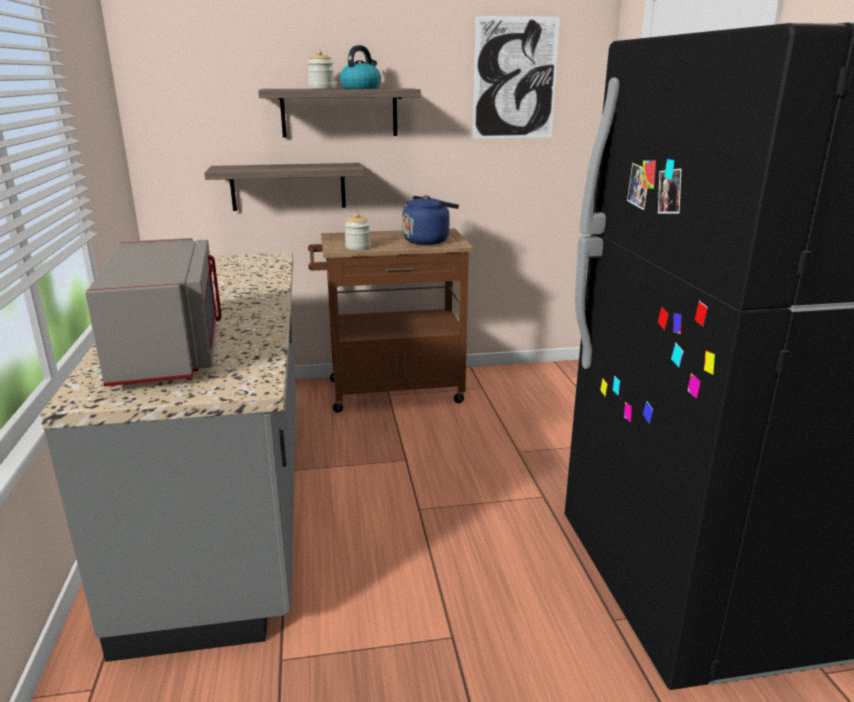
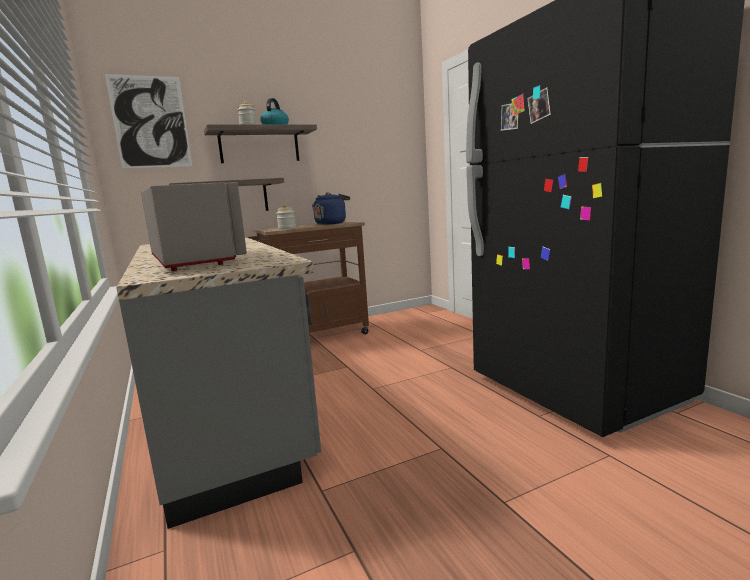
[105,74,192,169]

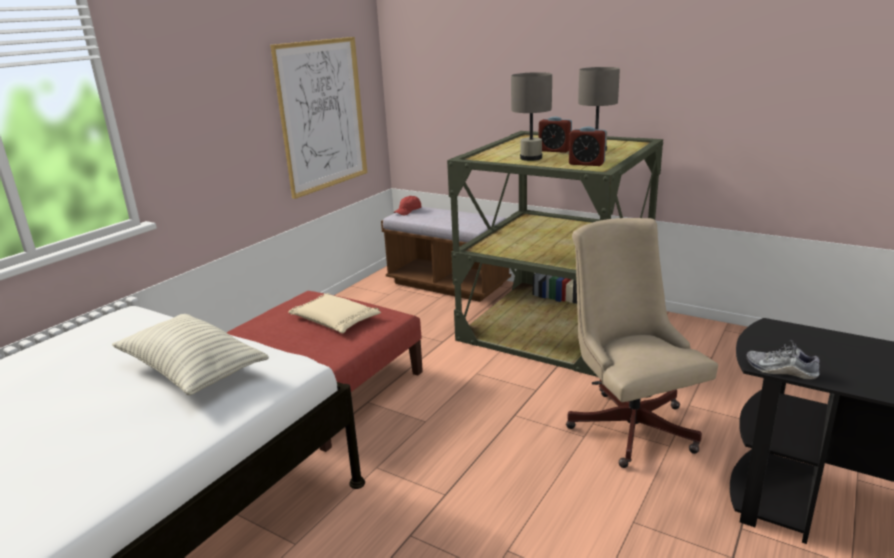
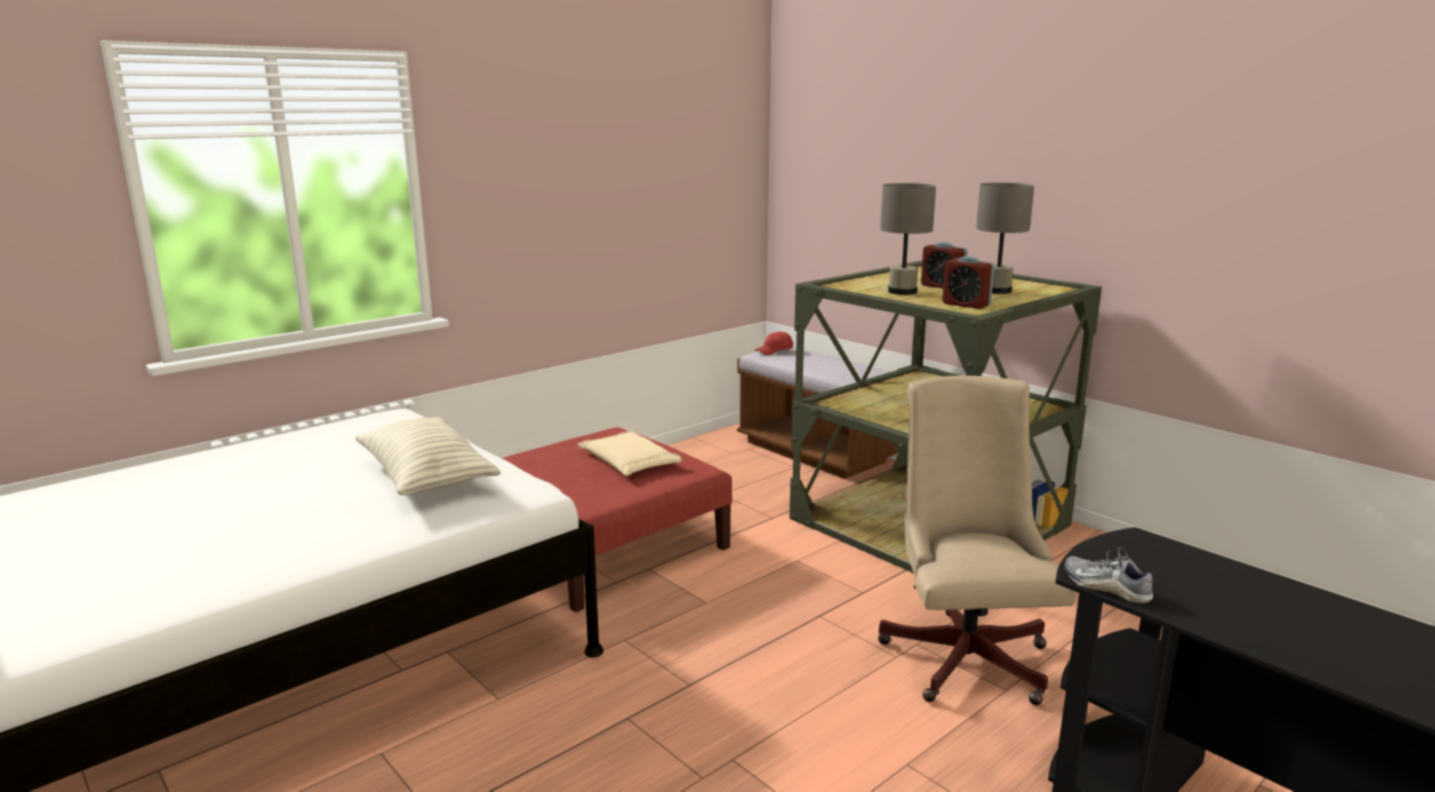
[270,37,367,199] (first image)

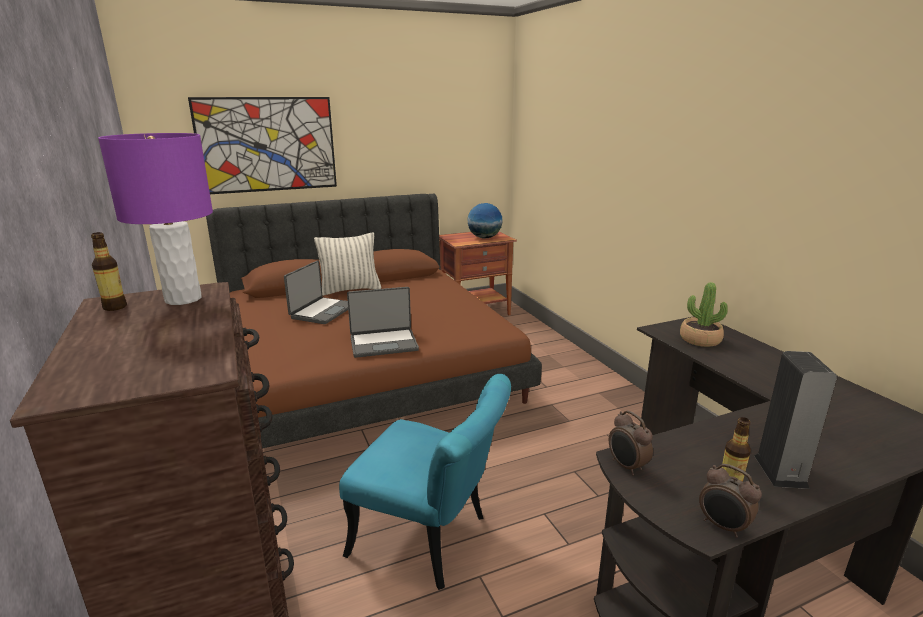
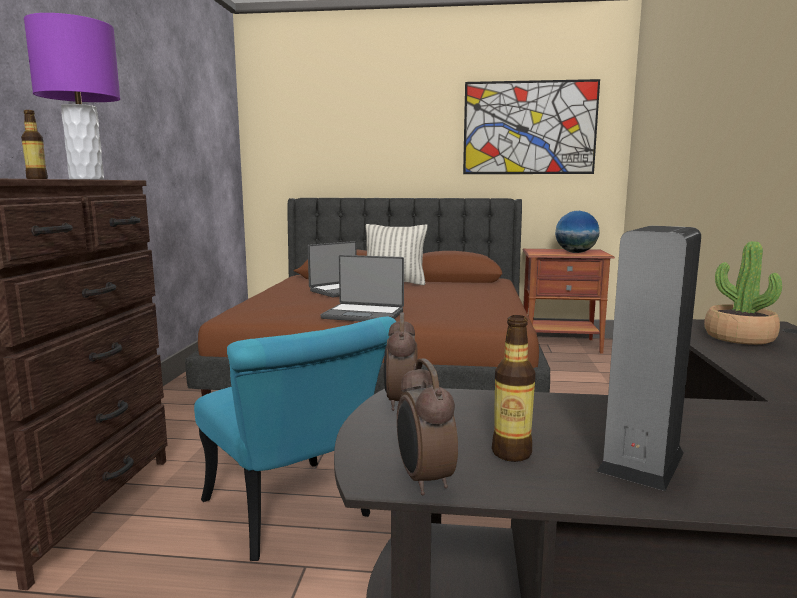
[463,79,600,174]

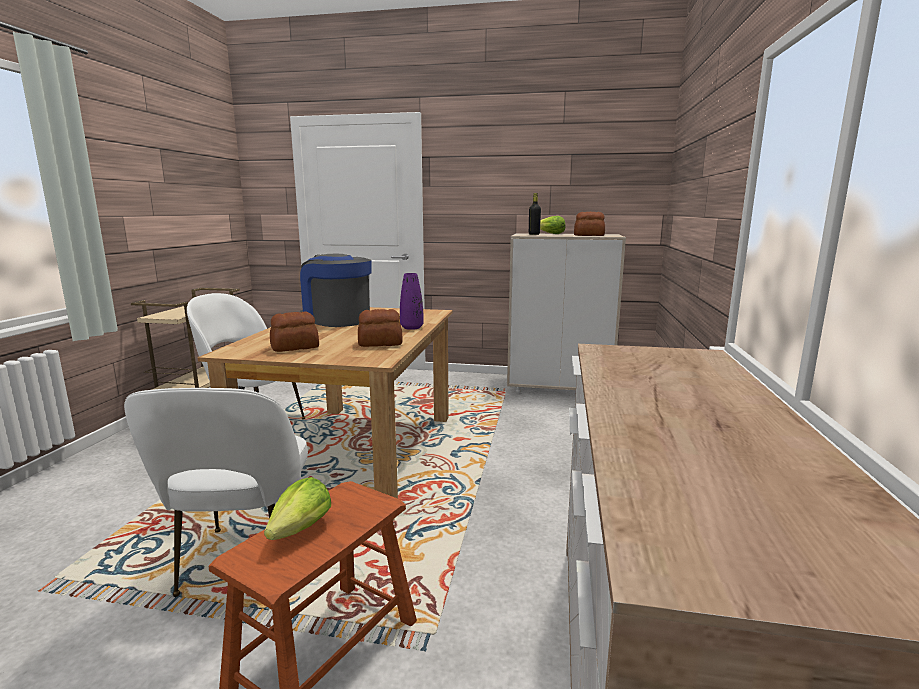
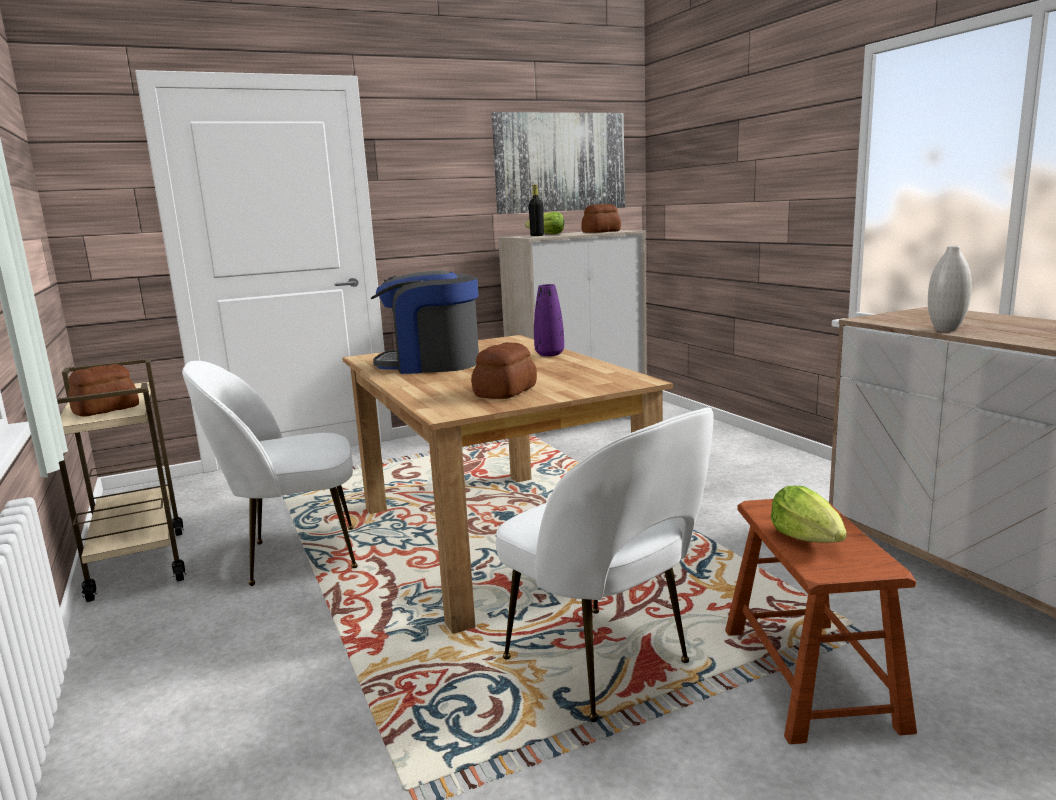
[68,364,139,417]
[491,112,625,214]
[928,246,972,332]

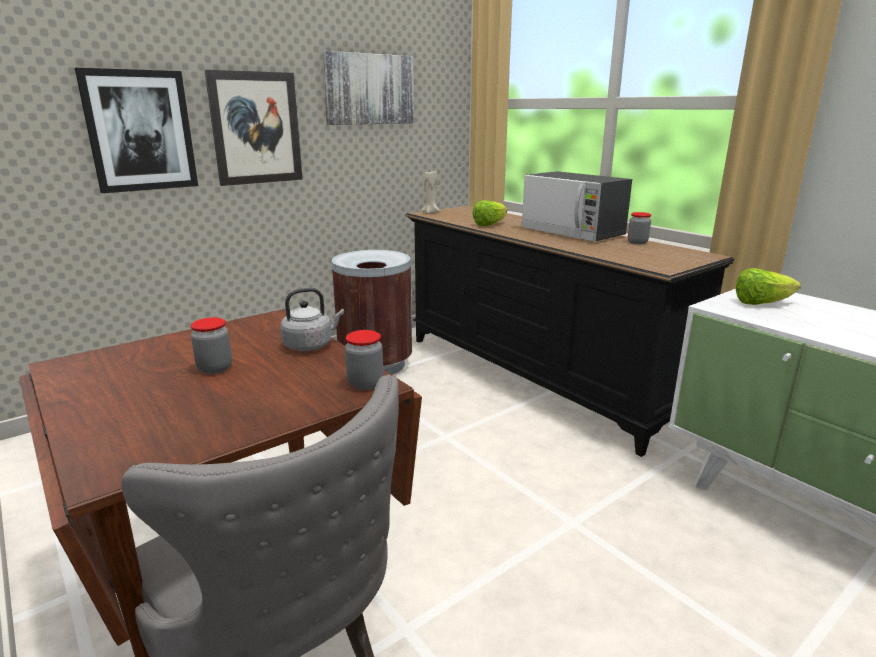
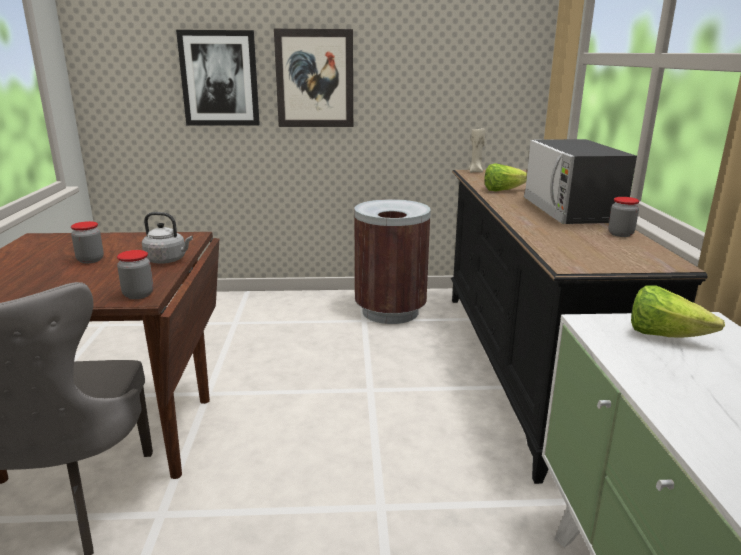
[322,51,414,125] (first image)

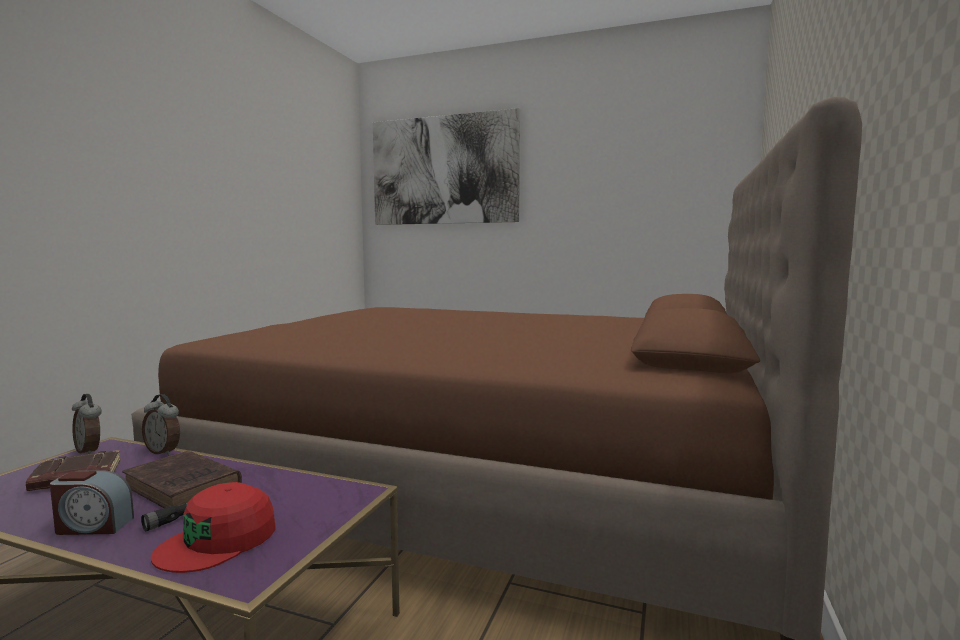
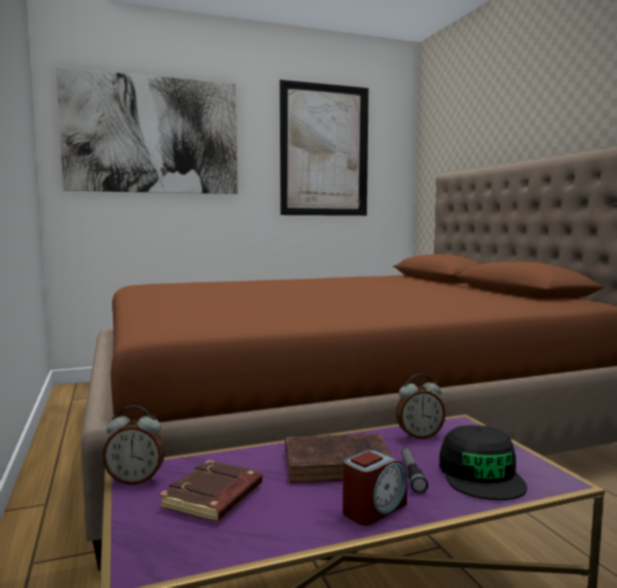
[396,374,446,439]
[439,425,527,500]
[280,80,369,216]

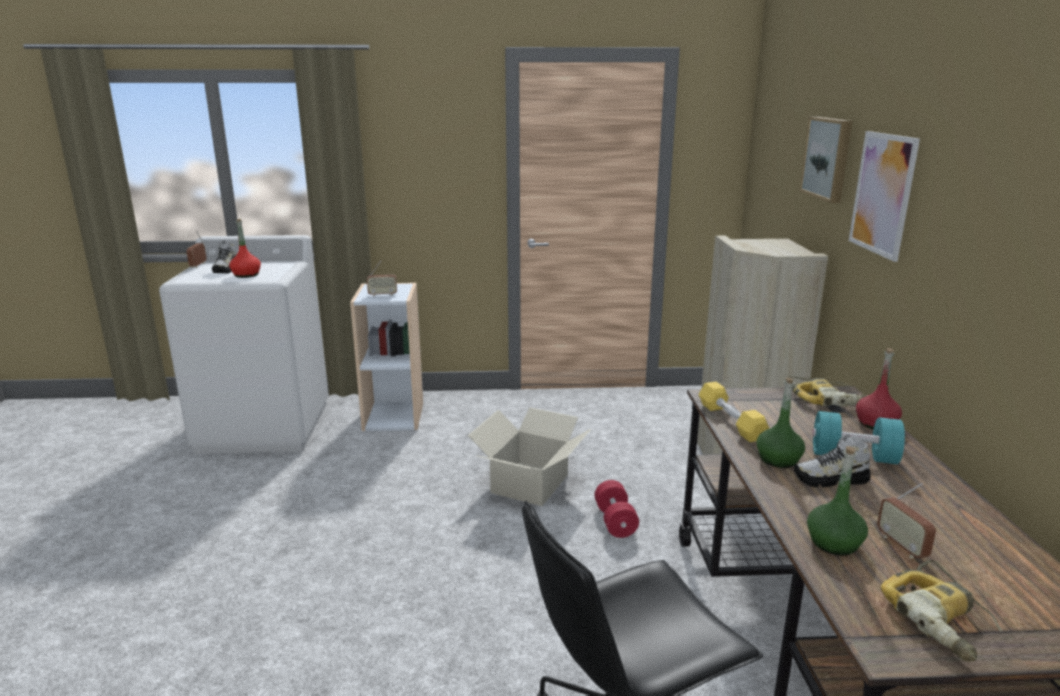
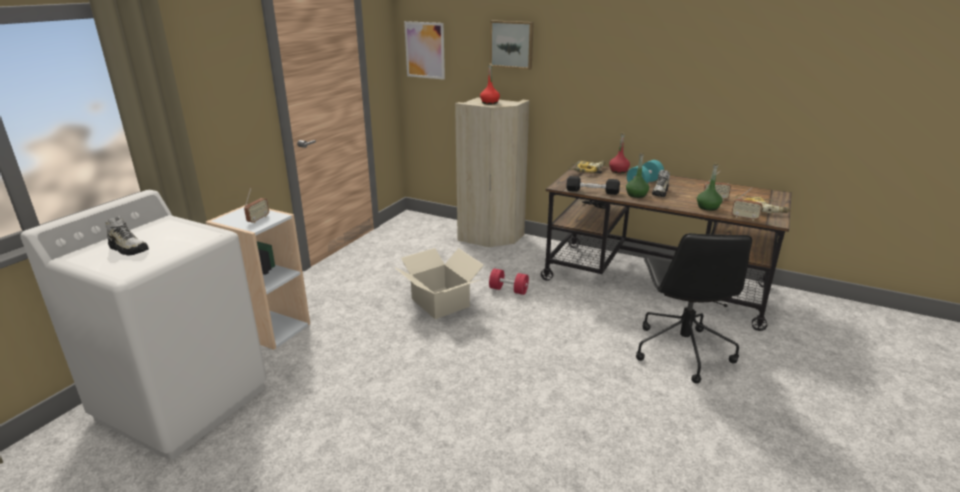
[731,188,762,221]
[480,64,500,104]
[566,176,620,195]
[404,21,445,80]

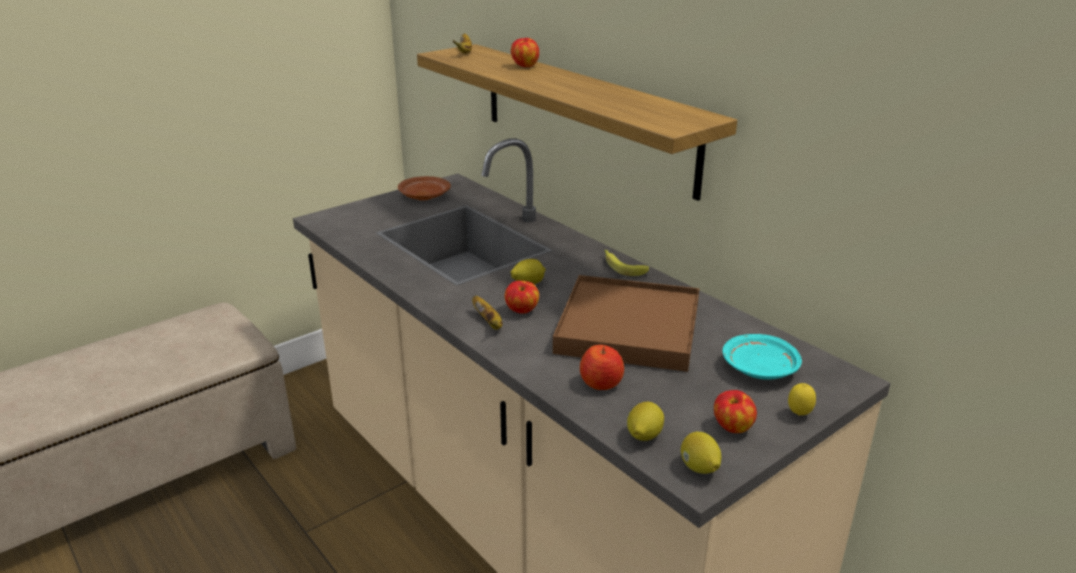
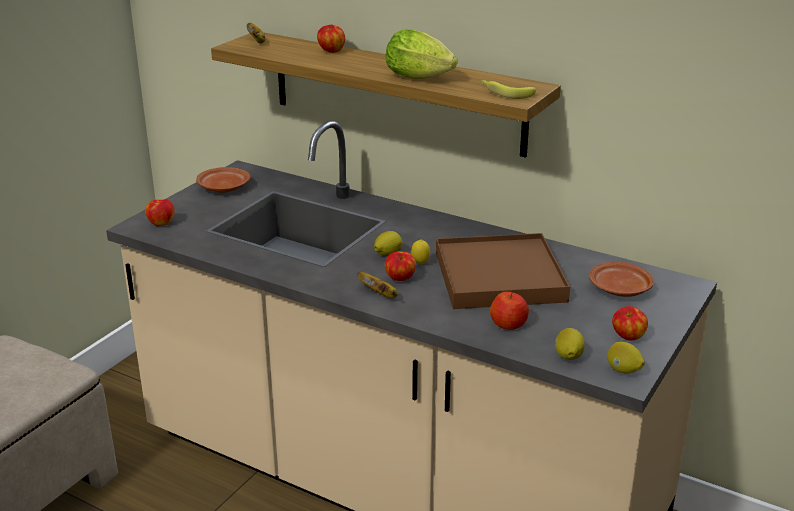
[481,80,536,99]
[589,261,654,297]
[411,240,430,265]
[145,199,175,226]
[386,30,458,79]

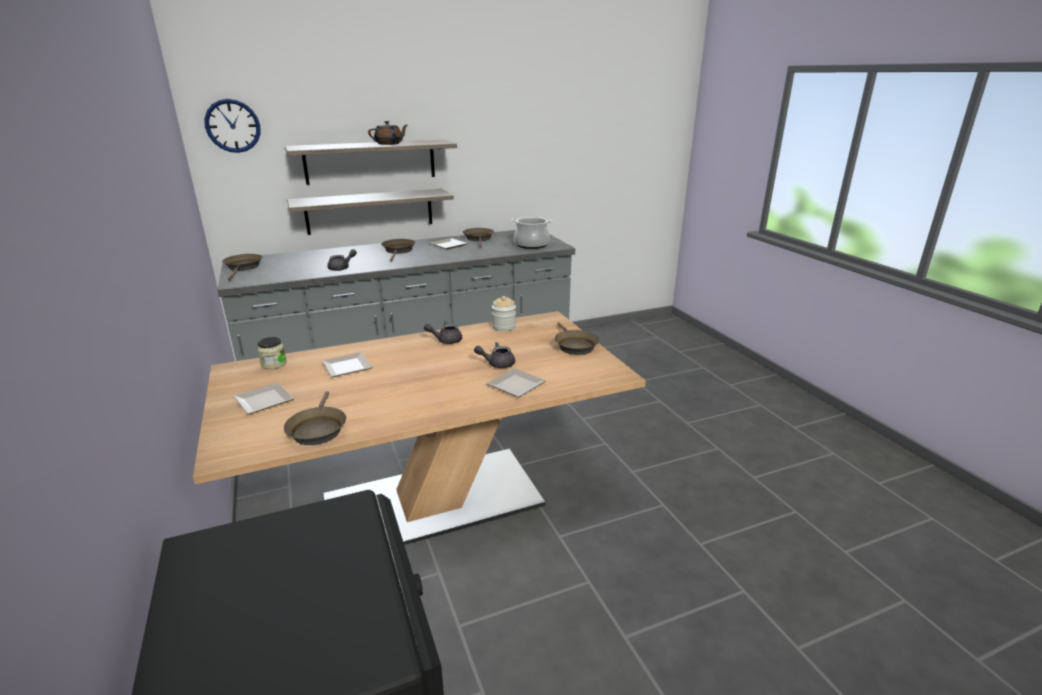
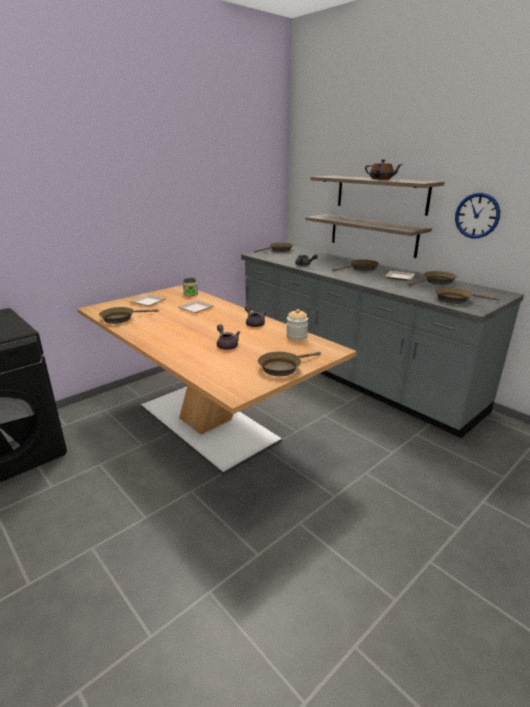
[455,193,500,238]
[486,368,546,397] (first image)
[435,287,500,304]

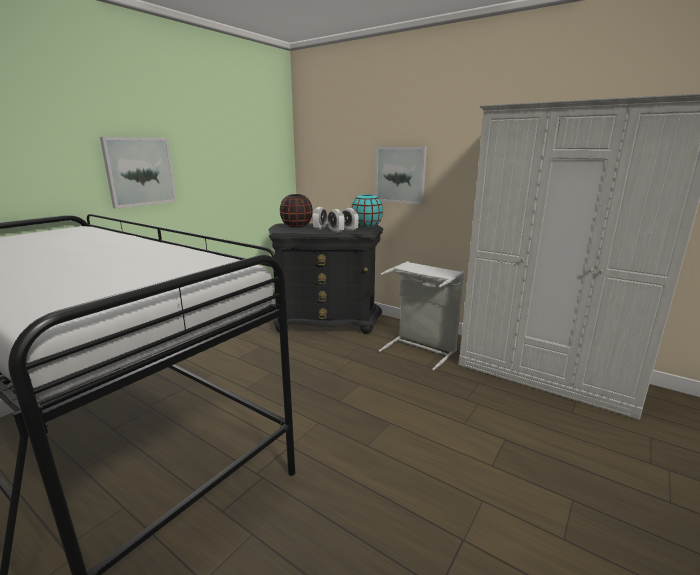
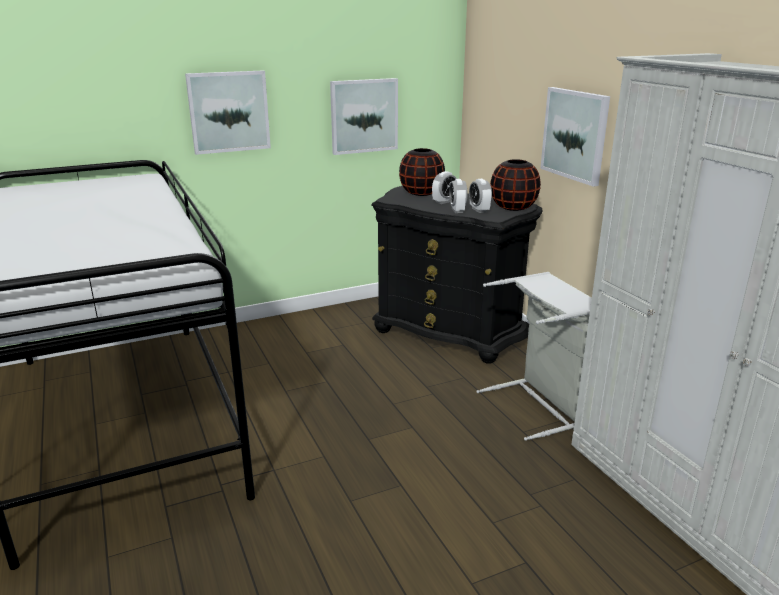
[490,159,541,211]
[330,78,398,155]

